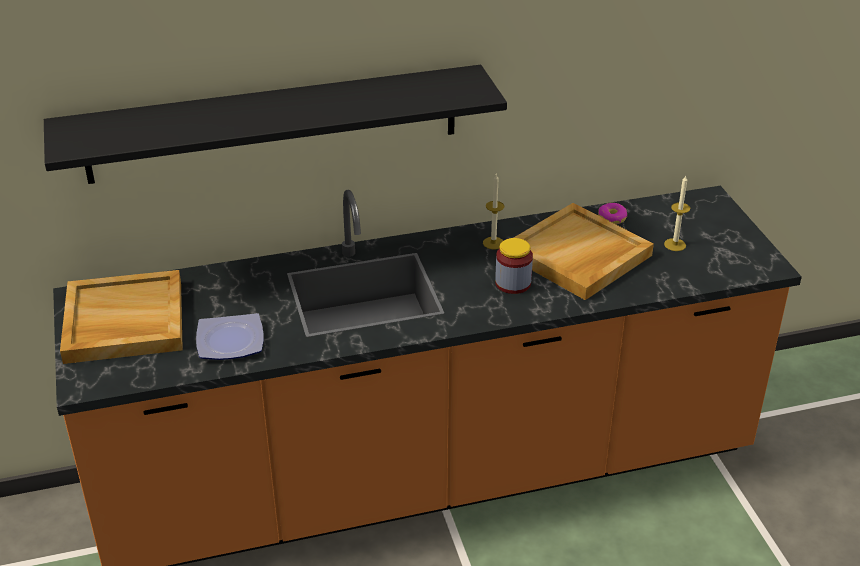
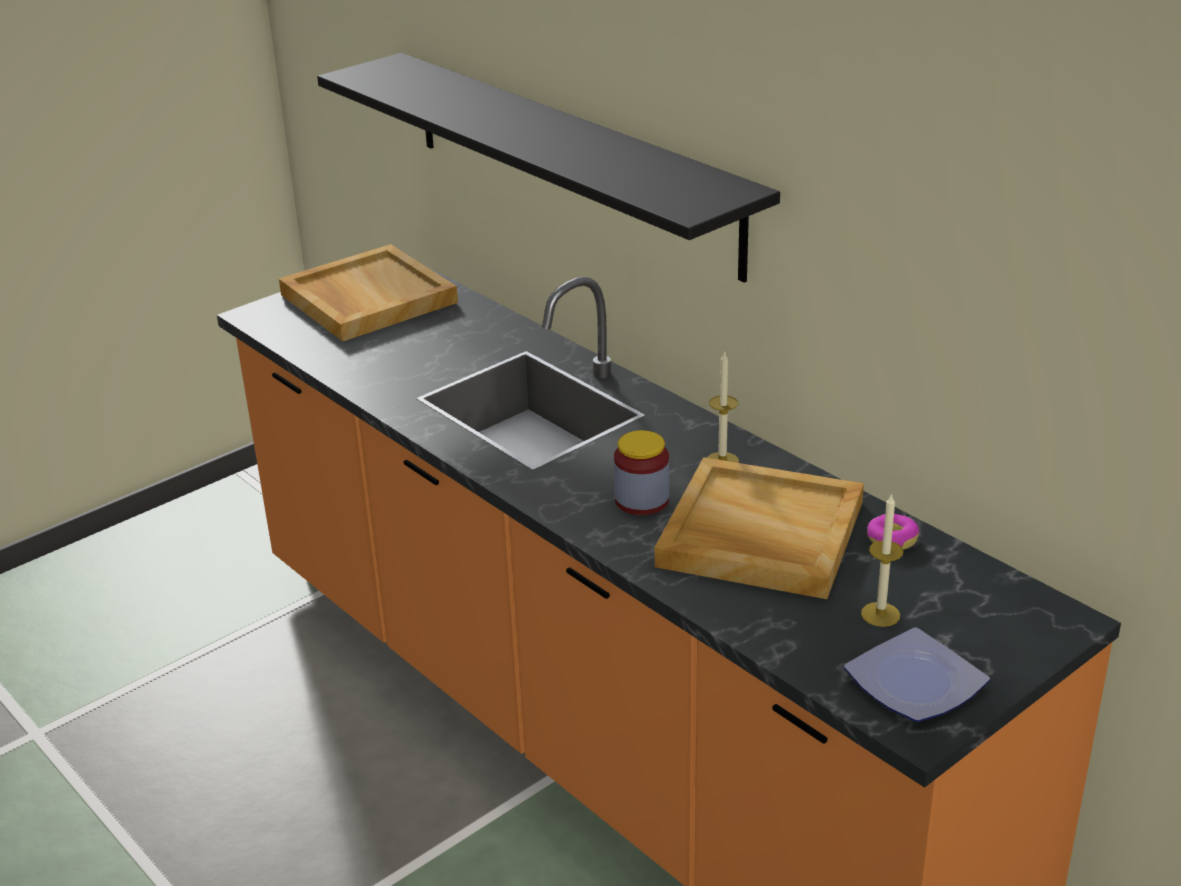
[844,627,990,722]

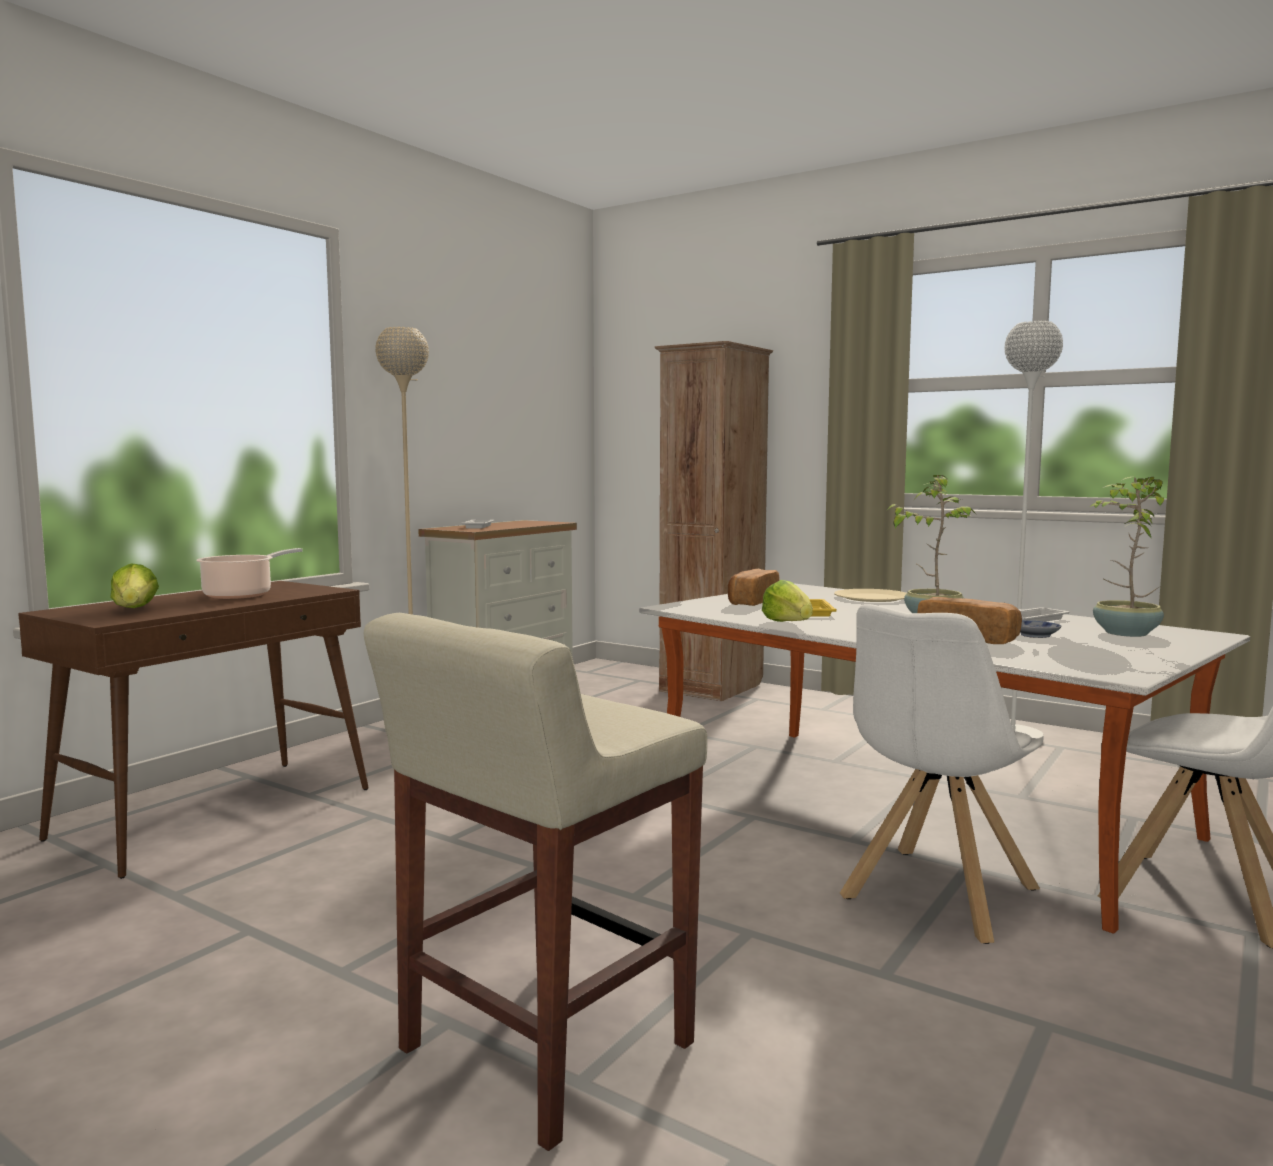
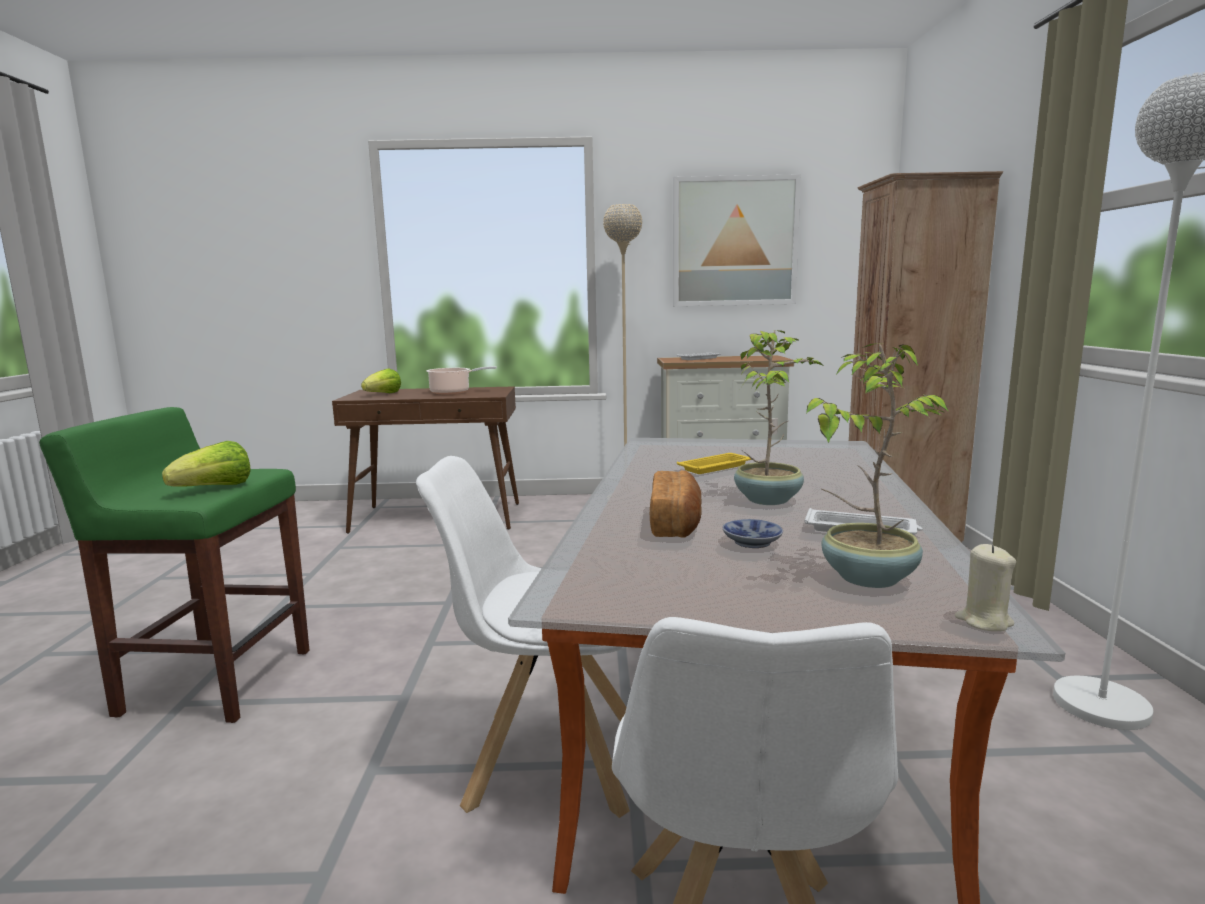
[39,407,309,723]
[728,569,780,606] (first image)
[162,441,251,487]
[834,589,907,602] (first image)
[673,174,801,306]
[955,544,1016,631]

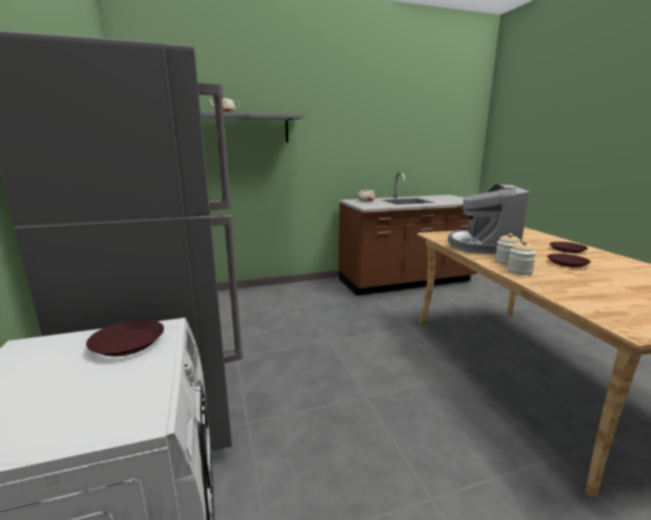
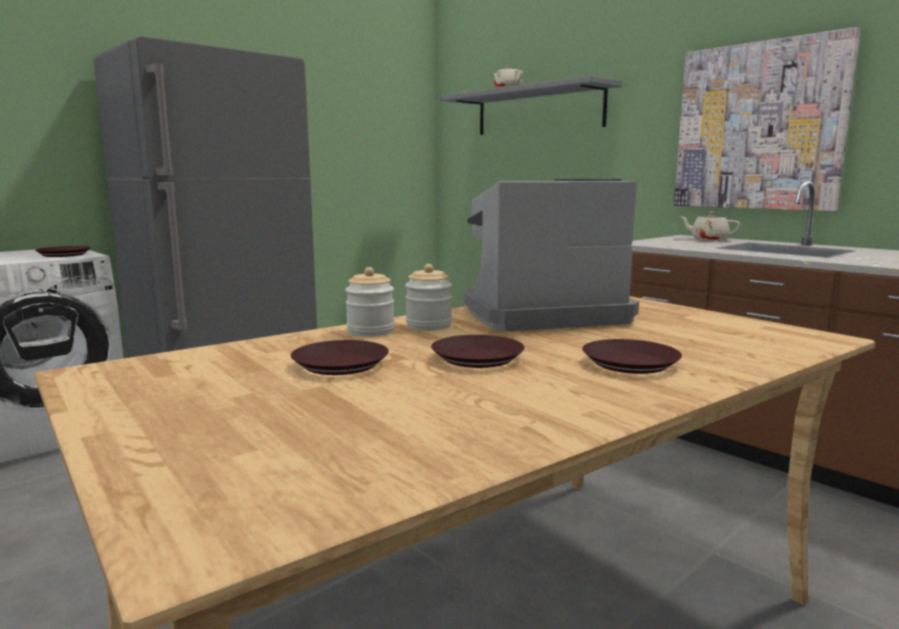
[291,340,389,375]
[674,27,861,211]

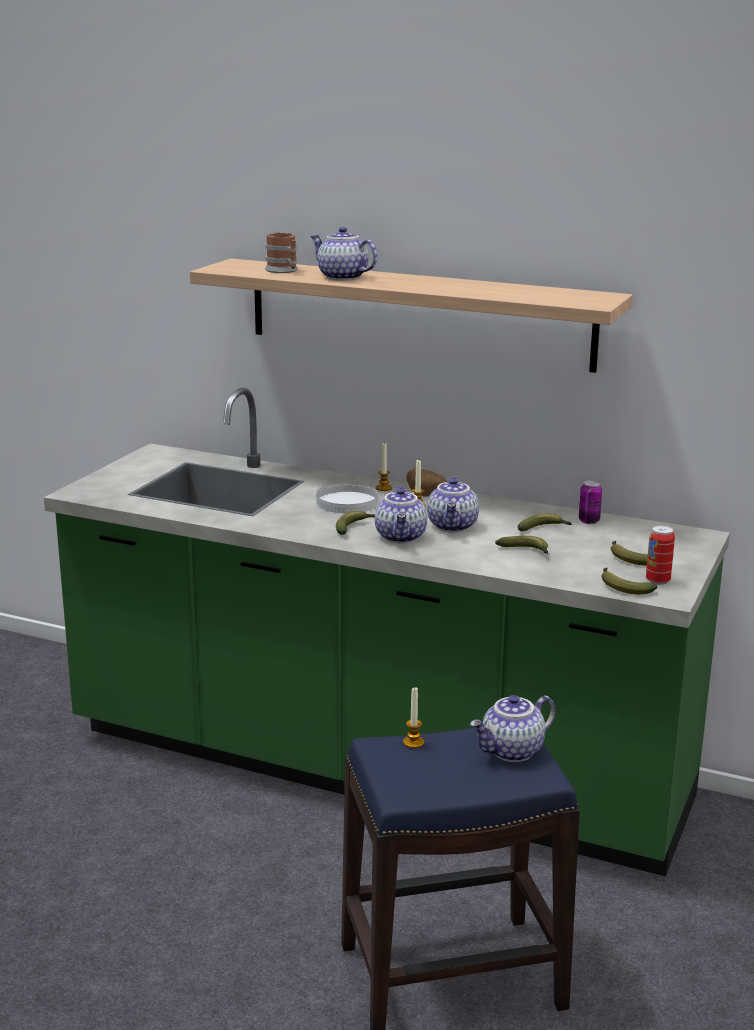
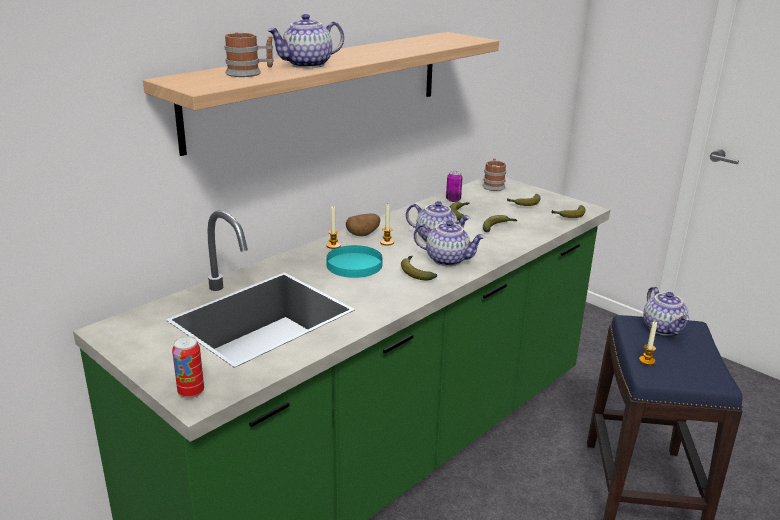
[326,245,383,278]
[172,336,204,398]
[482,158,506,191]

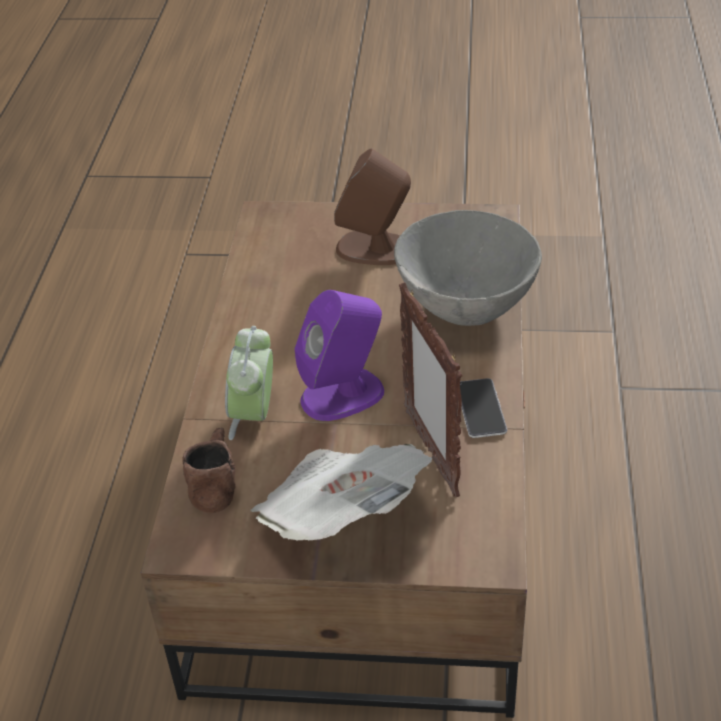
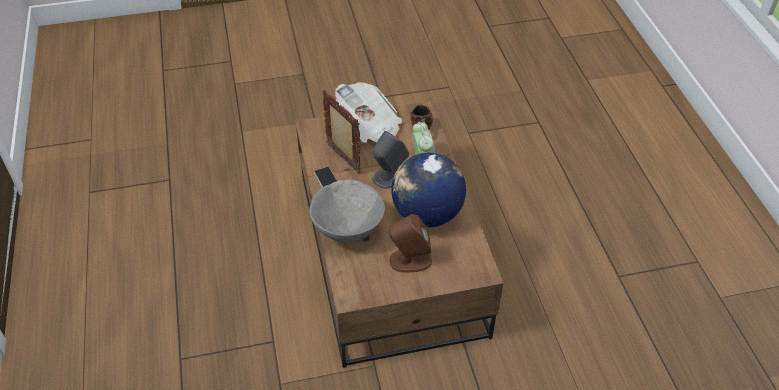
[372,131,409,189]
[391,153,466,227]

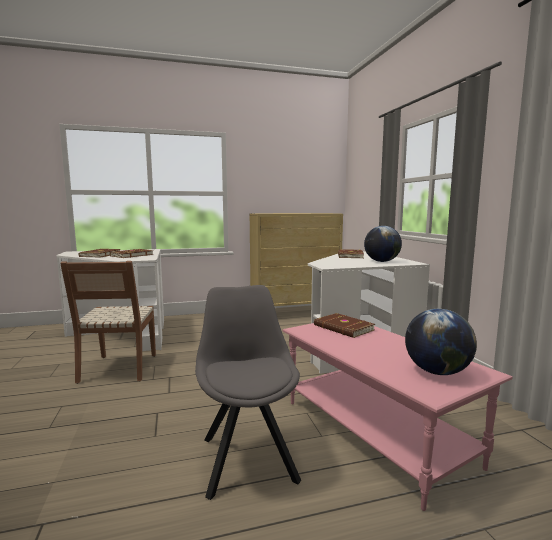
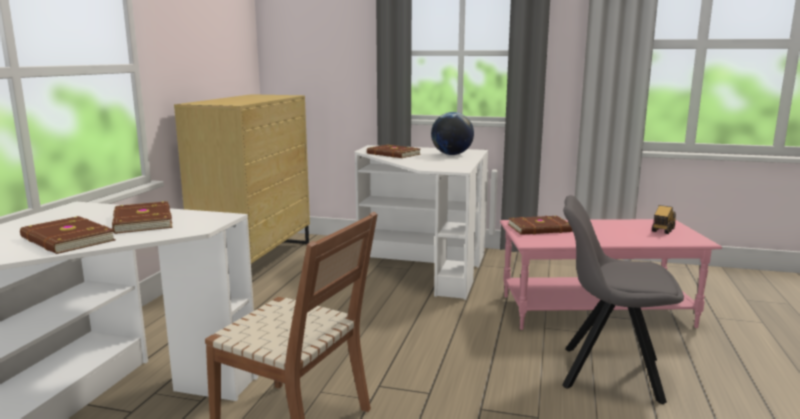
[652,205,676,234]

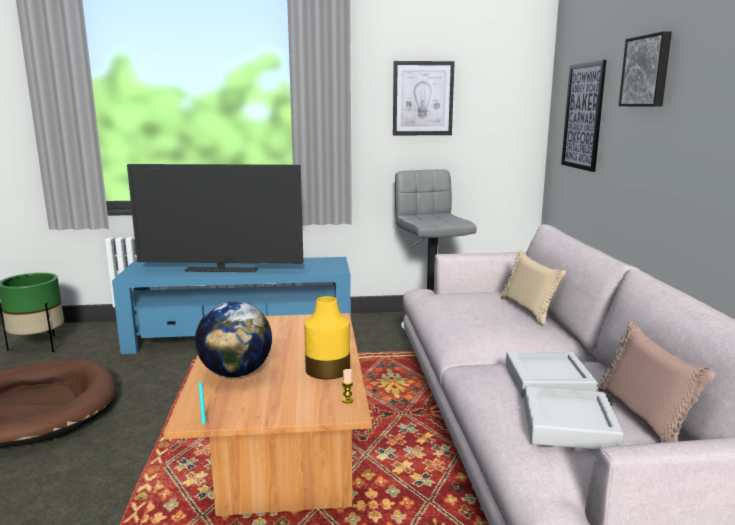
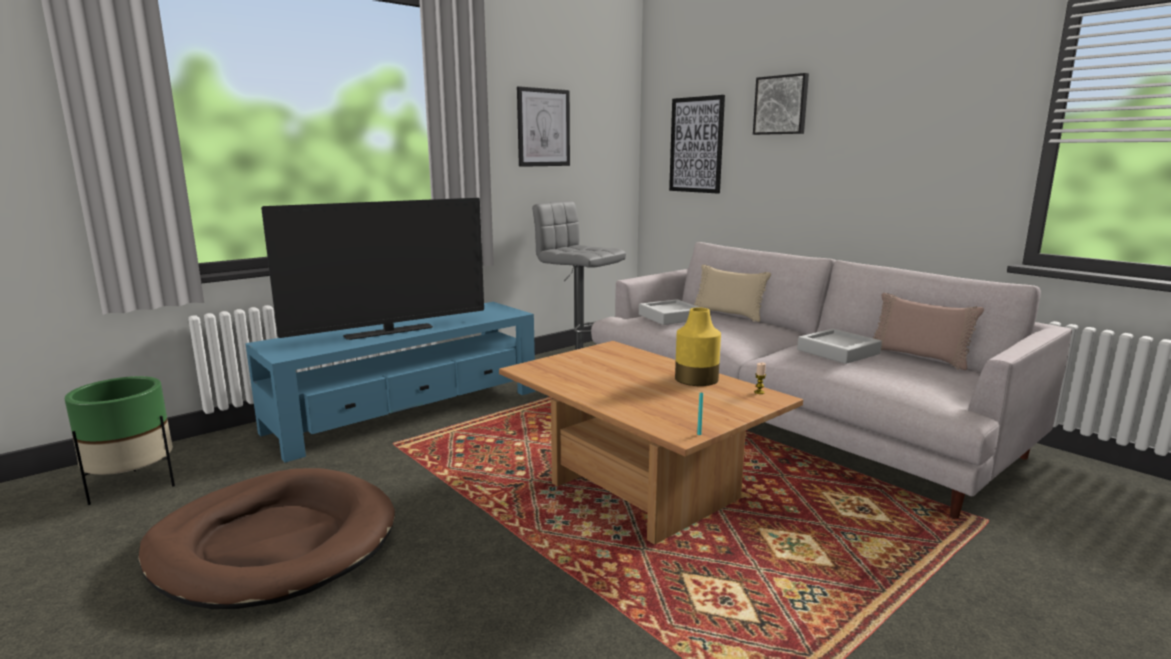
[195,301,272,377] (first image)
[639,299,701,325]

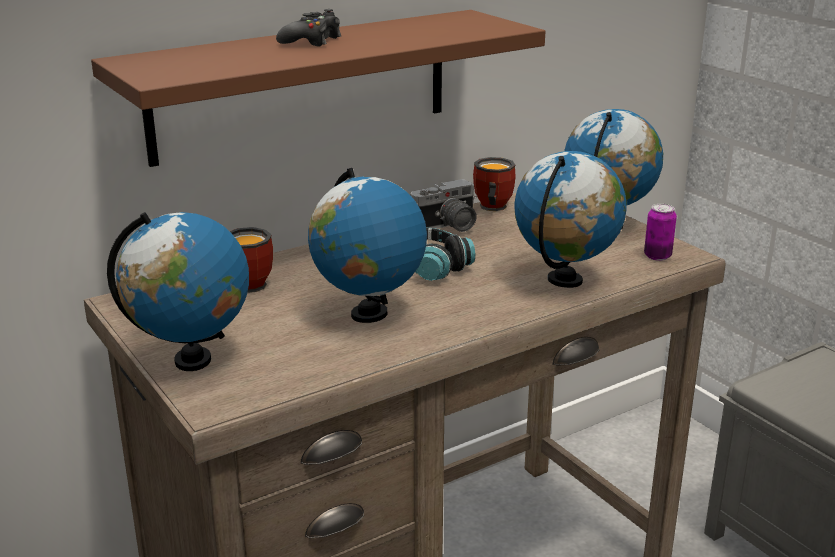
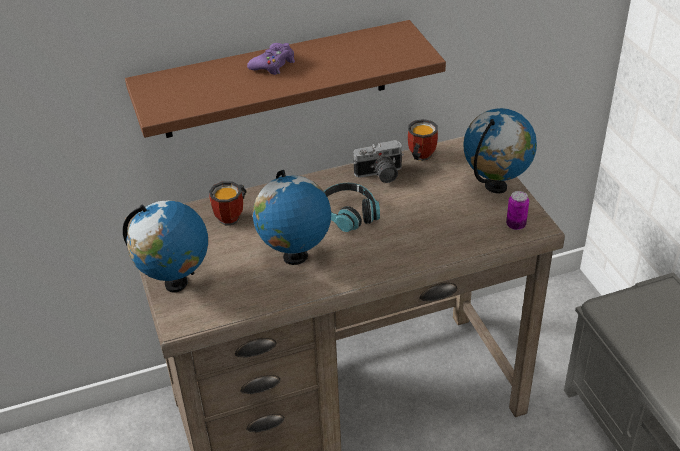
[247,43,295,75]
[515,151,627,288] (first image)

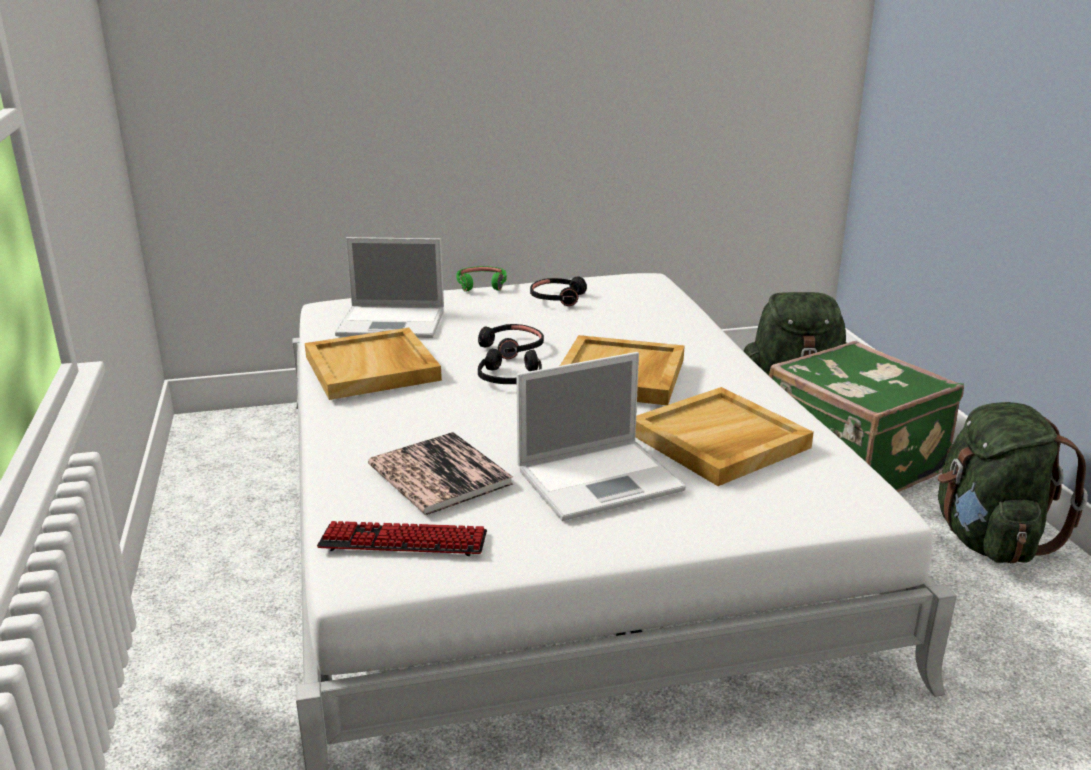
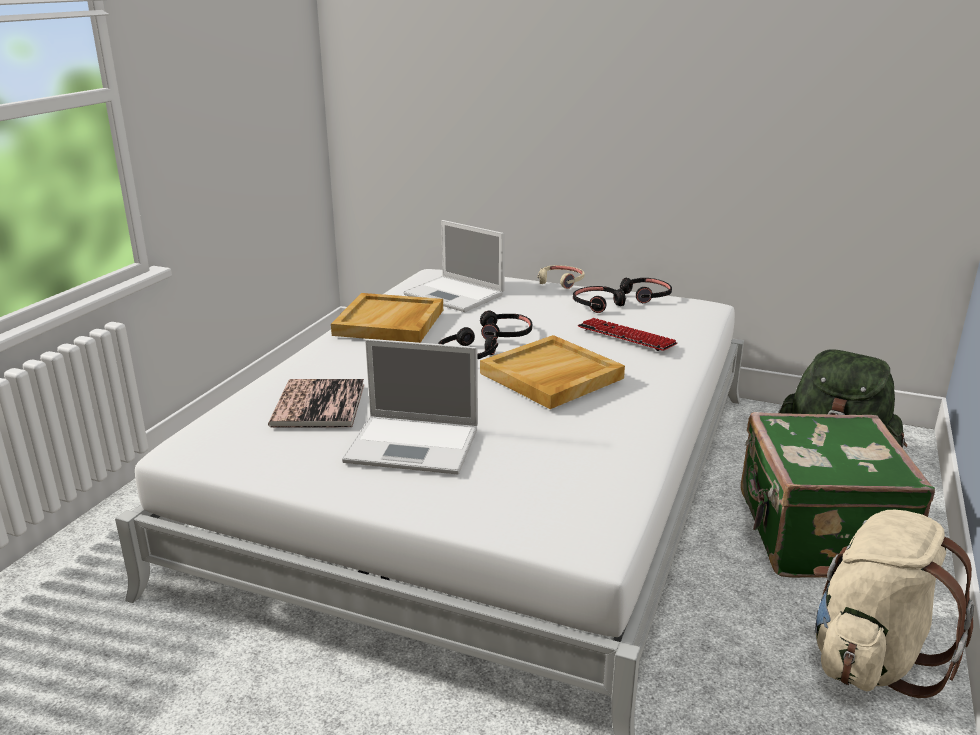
[578,318,677,351]
[537,265,584,289]
[635,387,814,486] (first image)
[813,510,974,698]
[620,278,672,303]

